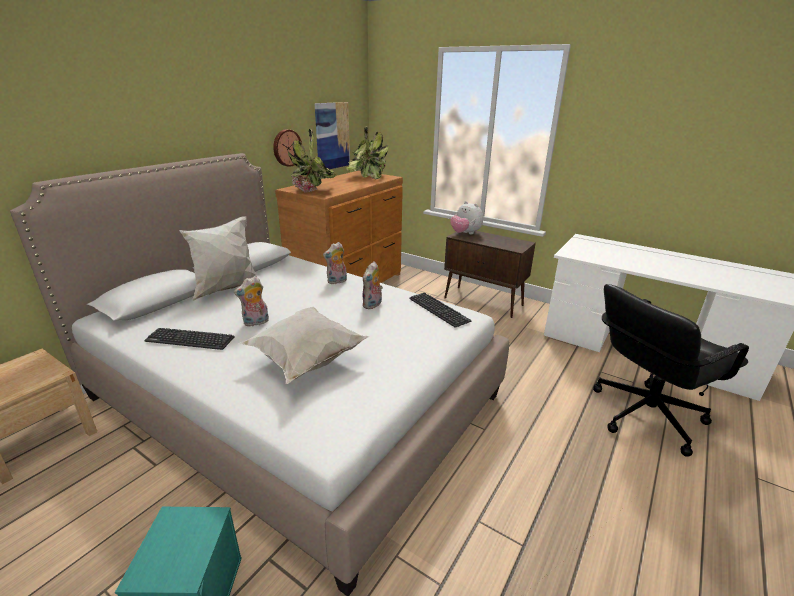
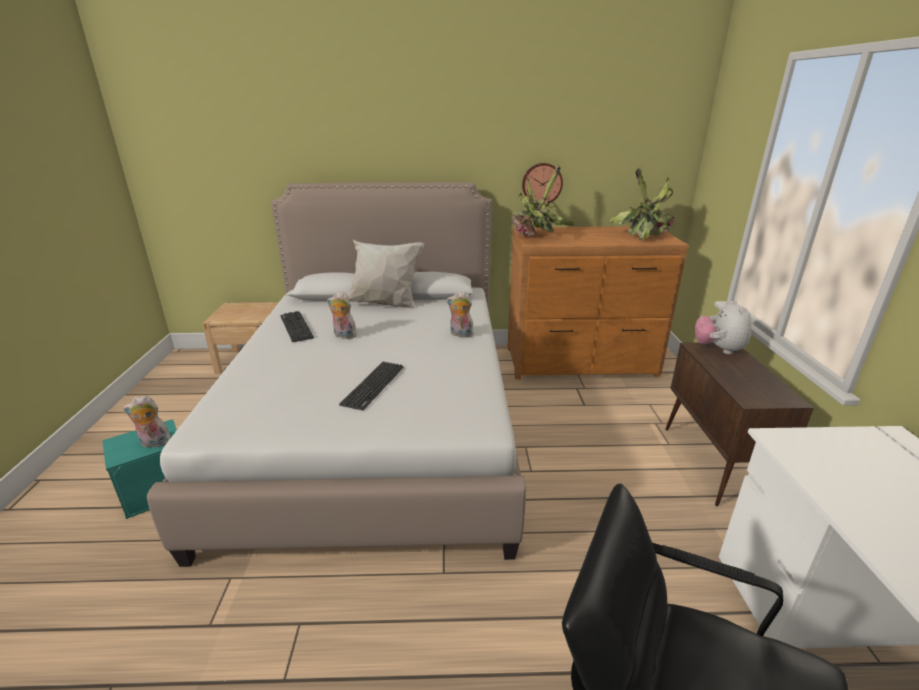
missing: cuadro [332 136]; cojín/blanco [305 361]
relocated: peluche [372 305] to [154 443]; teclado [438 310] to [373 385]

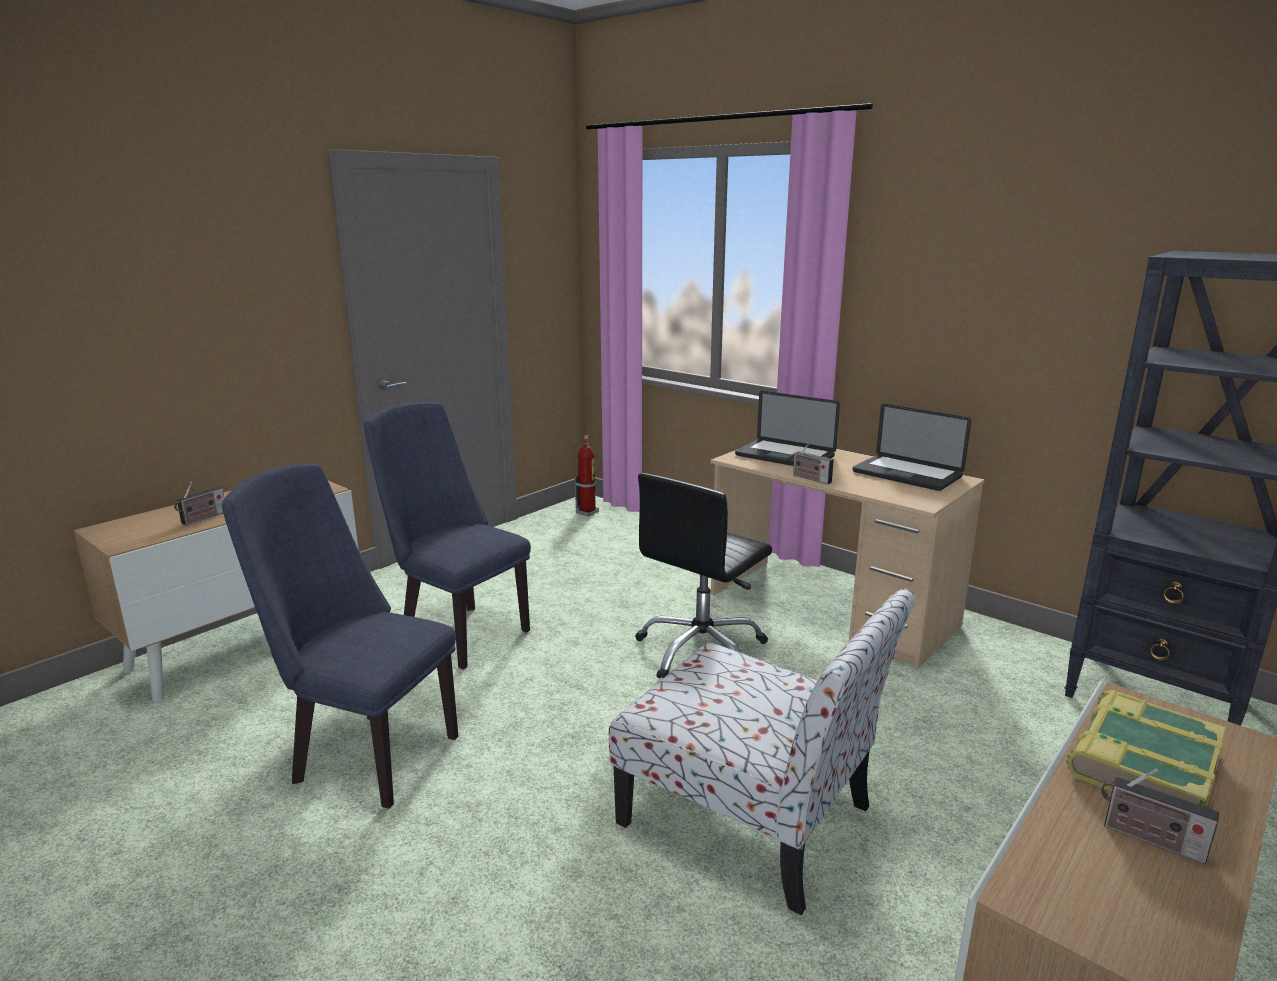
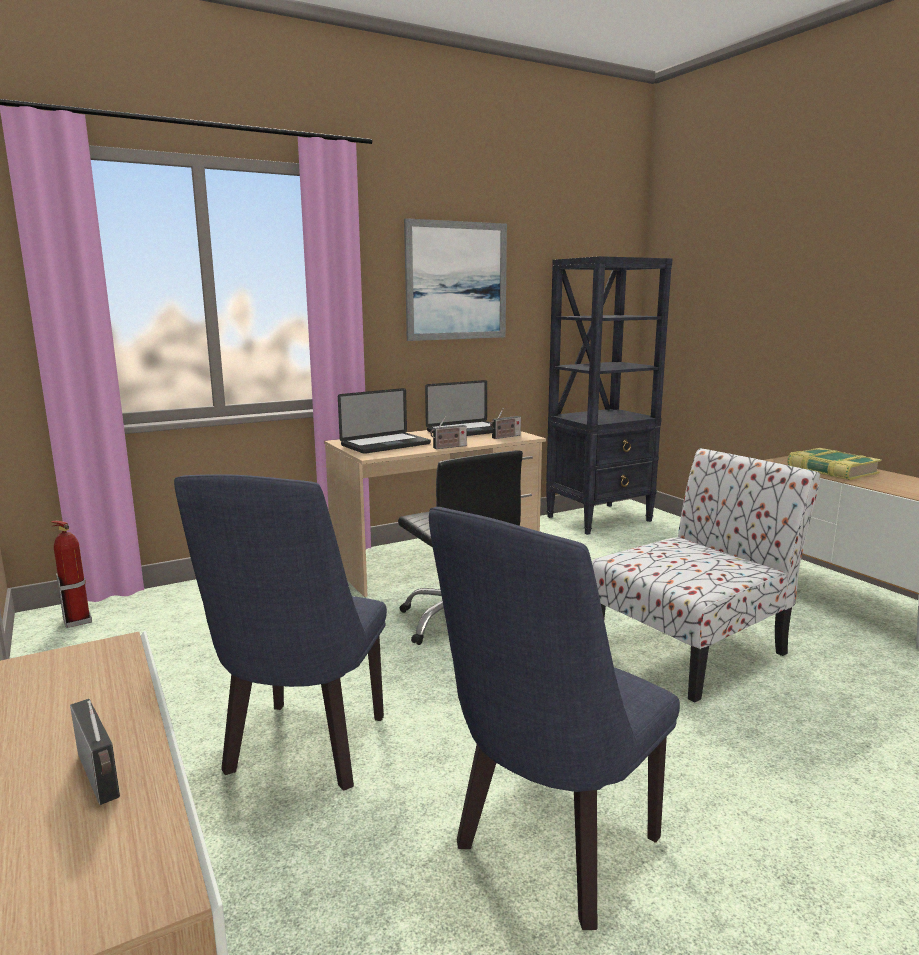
appeared: cuadro [456 281]
relocated: radio [1148 839] to [505 437]
spun: silla/azul [458 633] = [303 753] 45 degrees counterclockwise

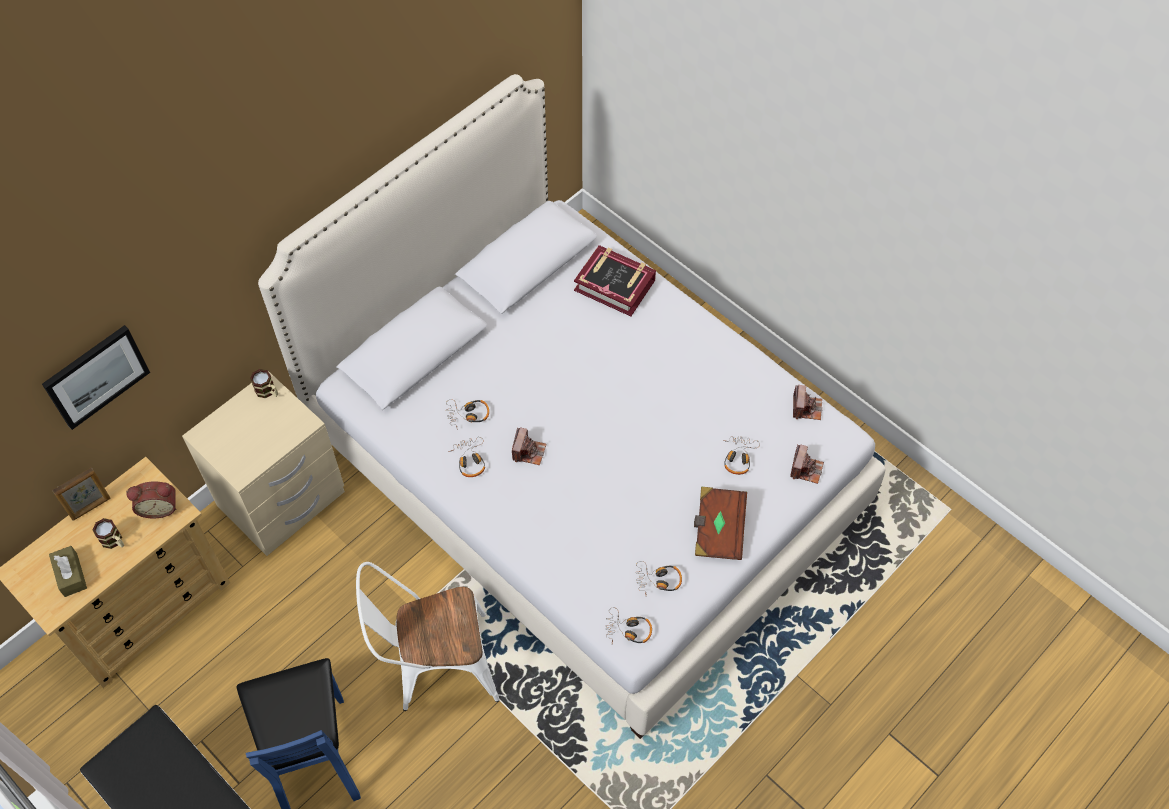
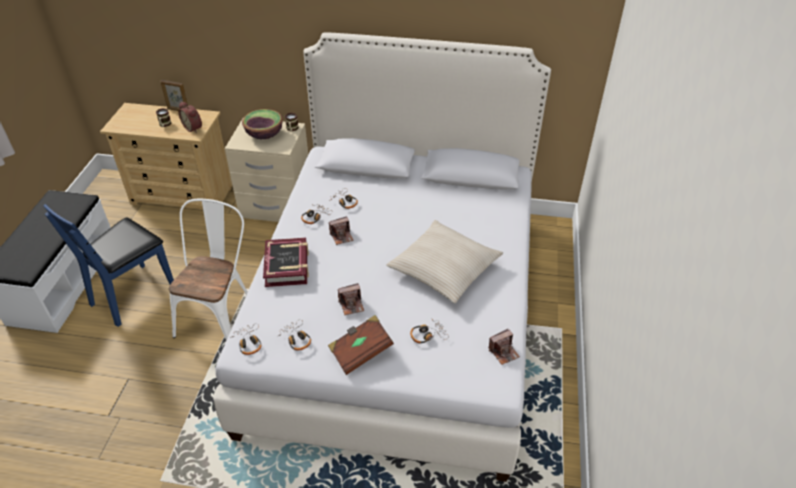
missing: cuadro [96 376]; caja de pañuelos/marrón [71 575]
appeared: cuenco [264 134]; cojín/beis [444 268]
relocated: libro [615 285] to [287 266]; cámara [806 469] to [351 305]
spun: silla/blanco [435 666] = [220 314] 60 degrees clockwise

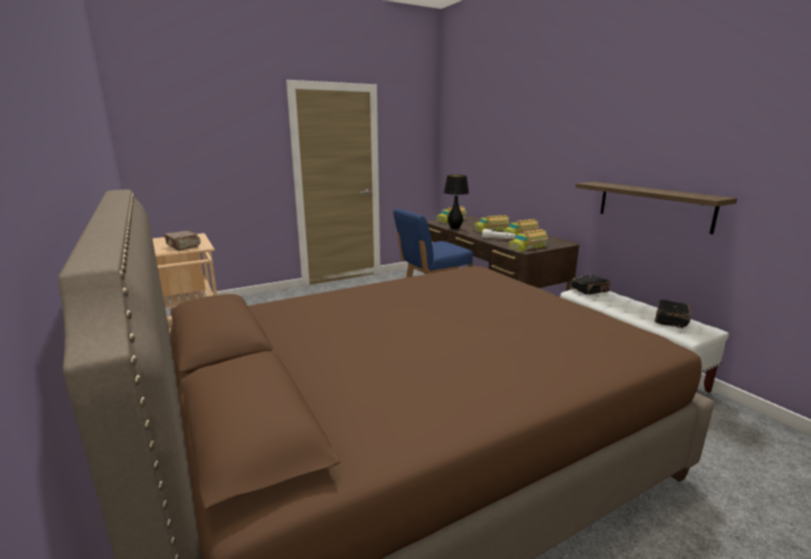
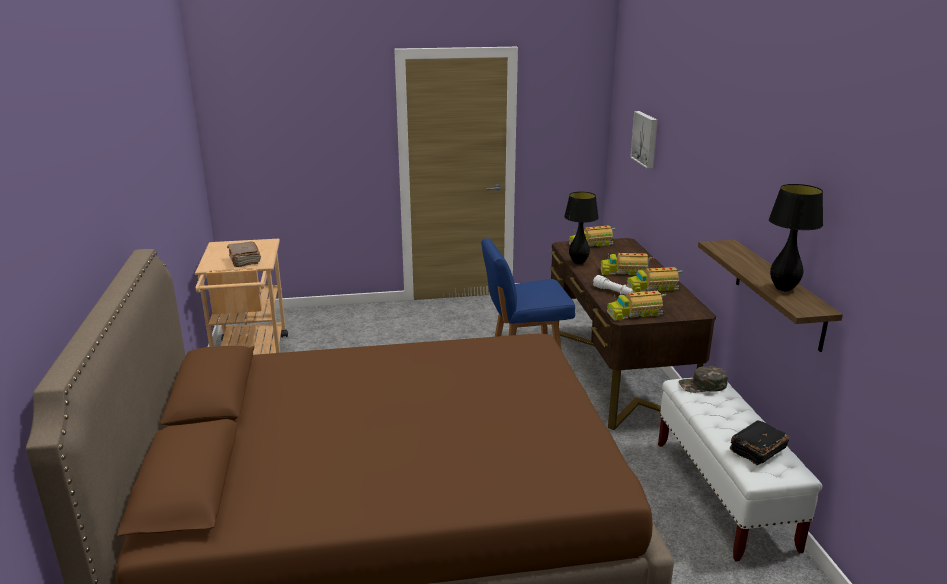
appeared: cuadro [646 139]; lámpara de mesa/negro [783 288]
exchanged: libro/negro [590 290] to gorra/verde [702 385]

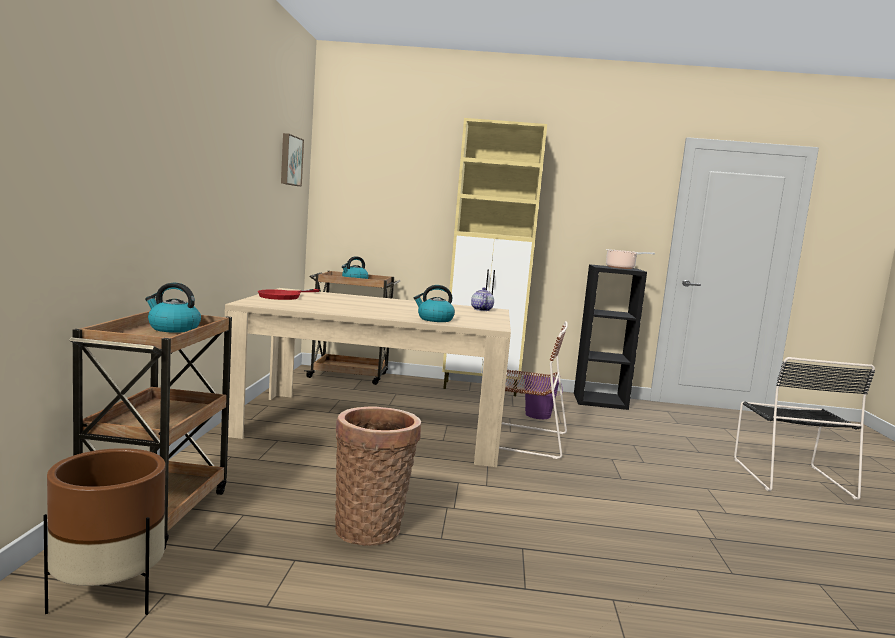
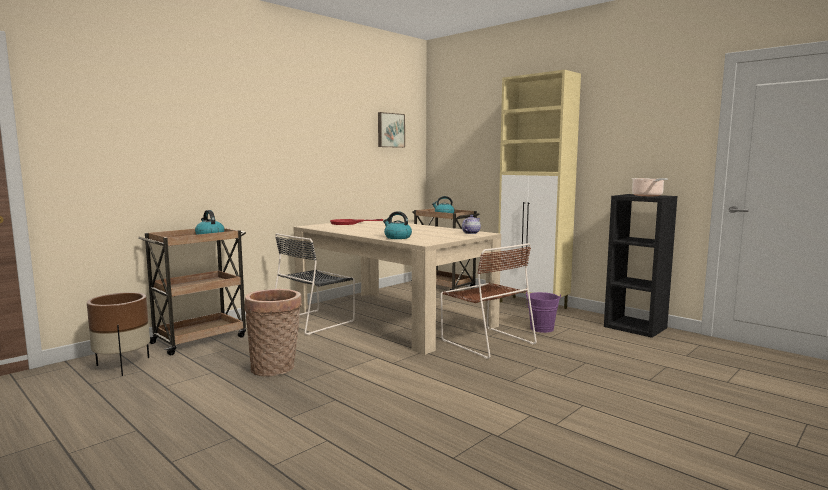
relocated: silla/negro [790 476] to [314 321]

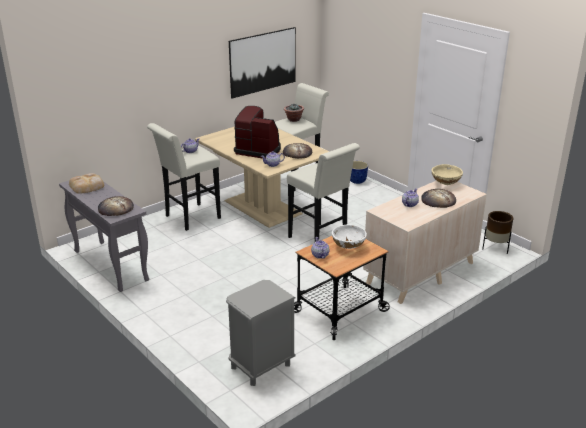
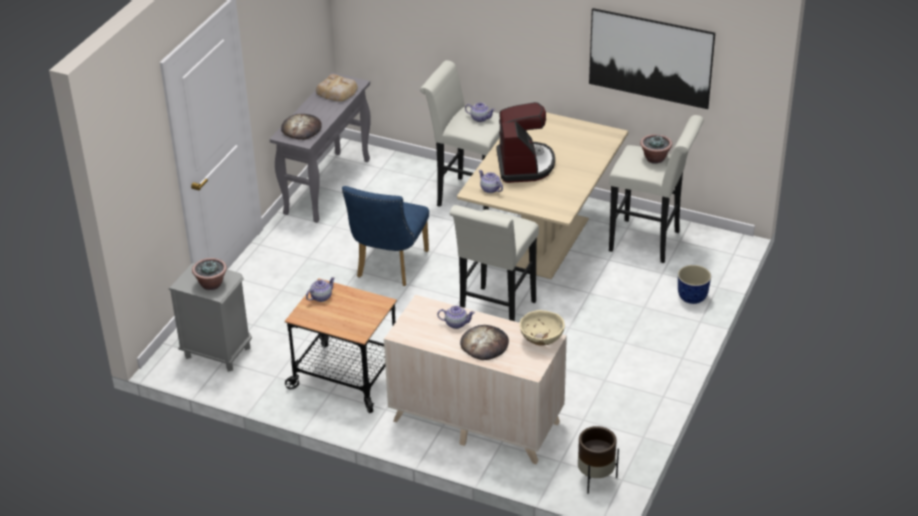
missing: pan [297 153]; cuenco/blanco [348 247]
appeared: silla/azul [389 267]; planta en maceta [211 284]

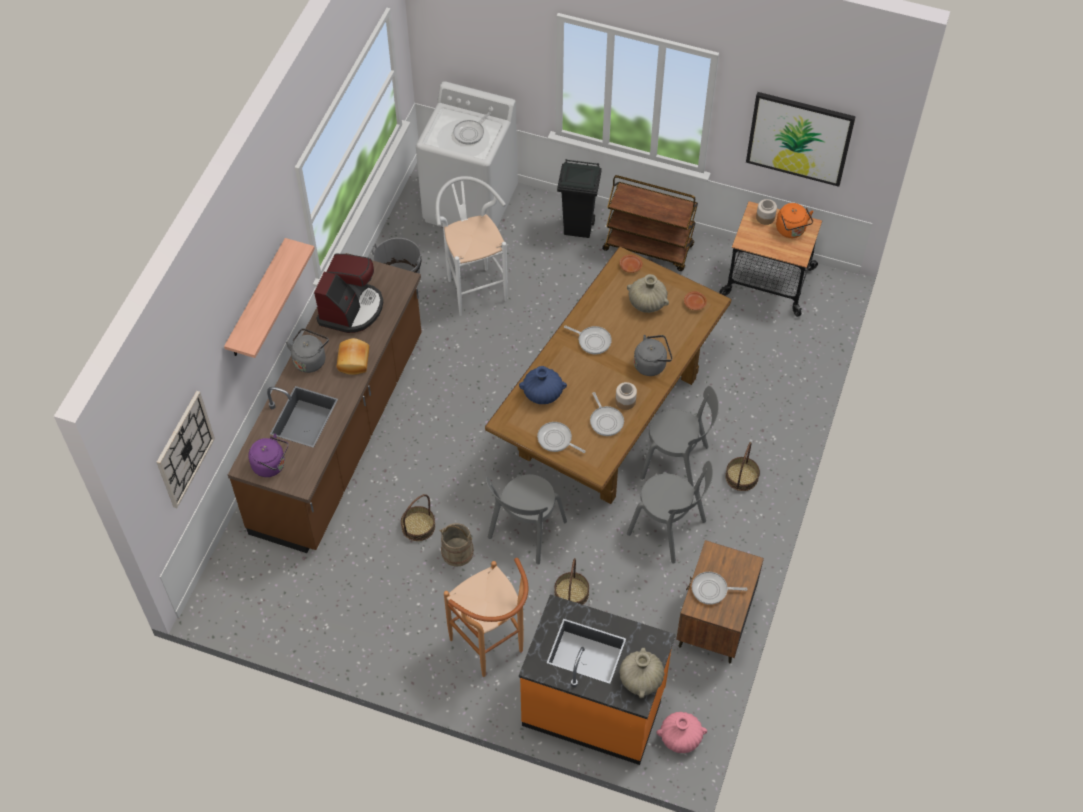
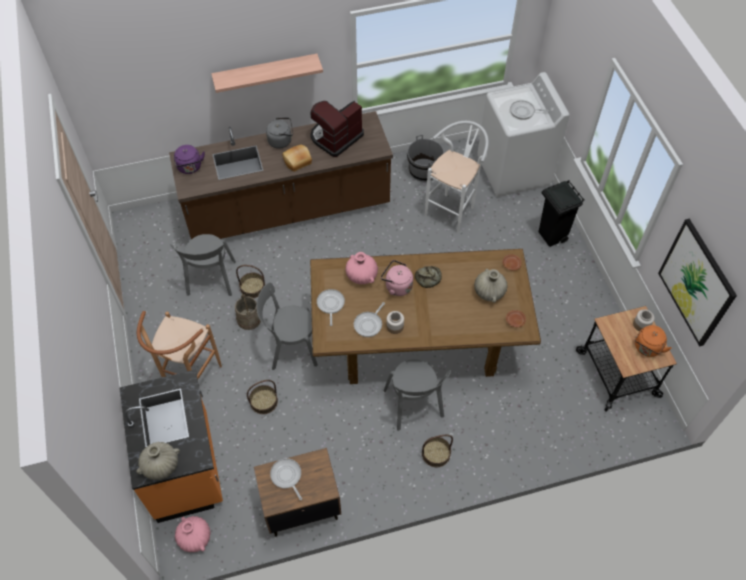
missing: carrito/marrón [649 248]; hervidor/gris [652 364]; reloj de pared [184 449]
appeared: hervidor/rosa [397 286]
relocated: silla/gris [669 529] to [211 280]
exchanged: sartén [592 341] to pan [428 278]
colour: florero/azul [542 393] to florero/rosa [361 275]
spun: cafetera [351 309] = [335 138] 150 degrees clockwise

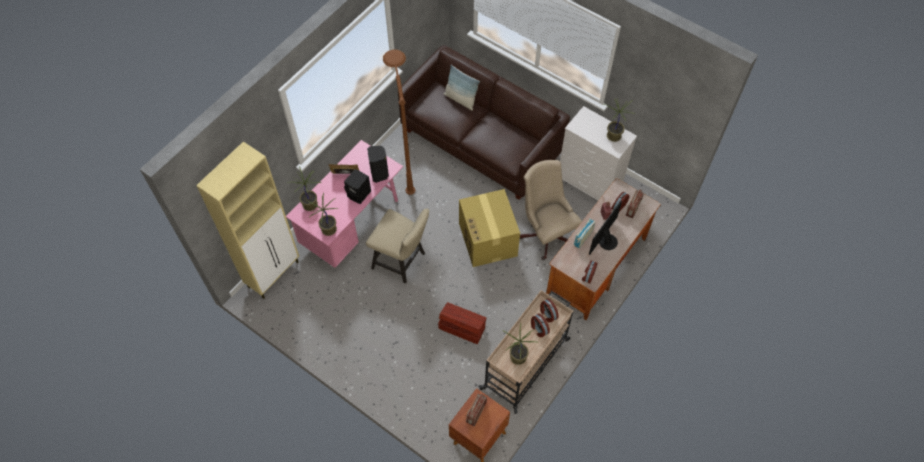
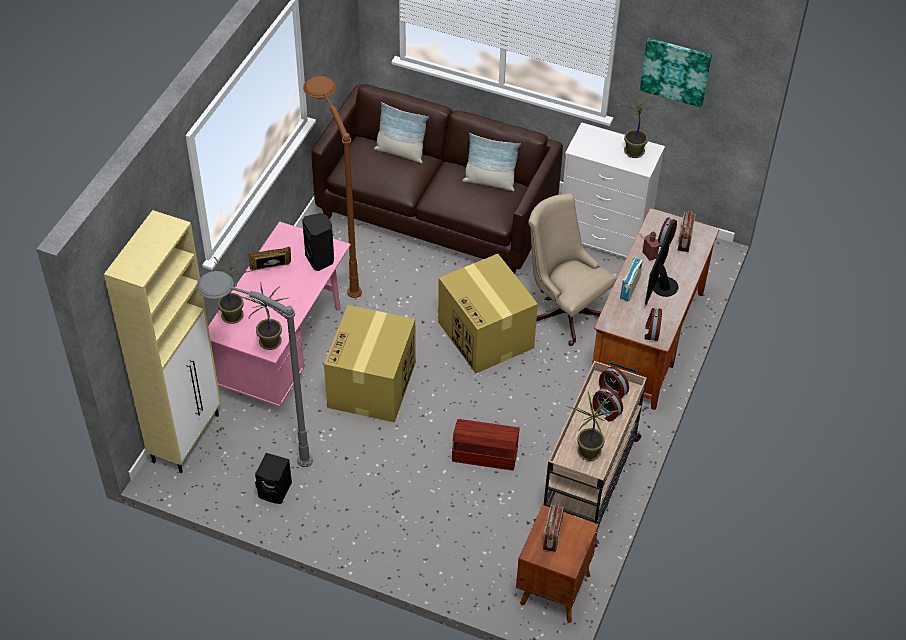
appeared: cuadro [675 71]; cojín [489 182]; lámpara de pie/gris [258 447]
relocated: altavoz/negro [359 194] to [276 490]
exchanged: silla/beis [402 262] to caja de cartón [372 386]

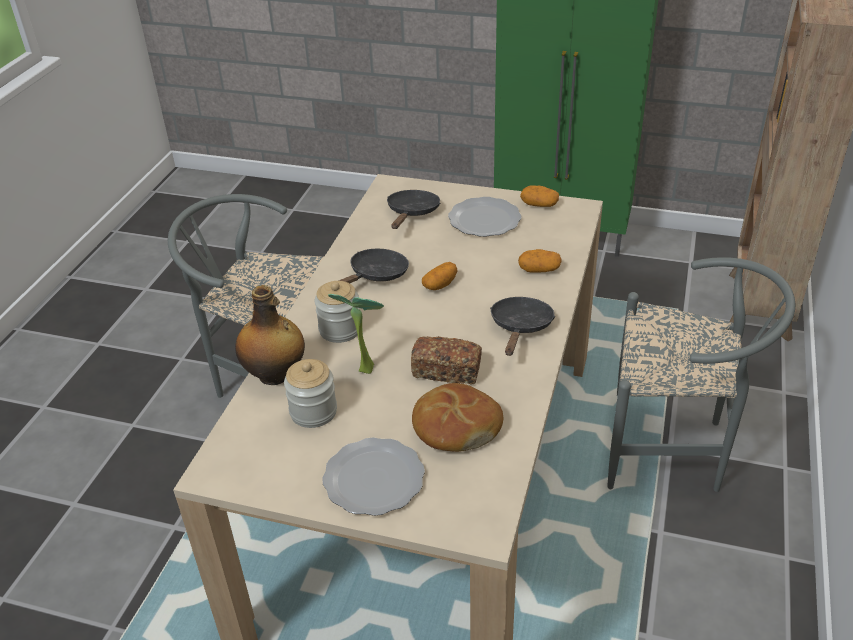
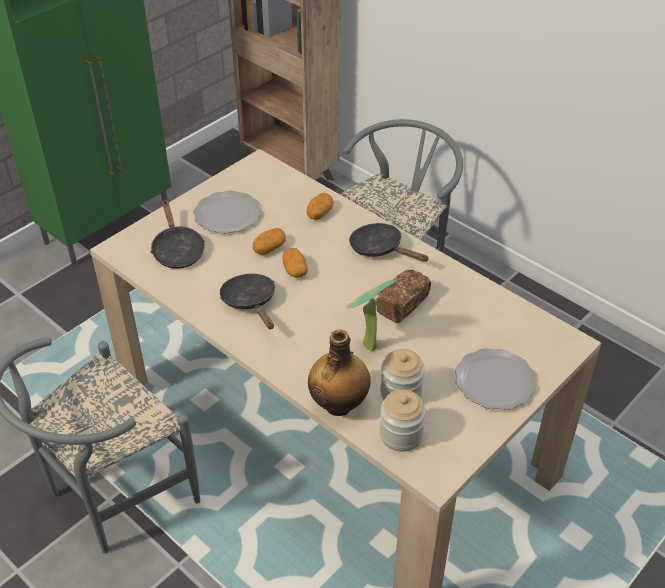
missing: pan [455 427]
relocated: patata [539 205] to [269 248]; tarro [340 329] to [401 435]
spun: sartén/negro [412 213] = [177 250] 150 degrees counterclockwise

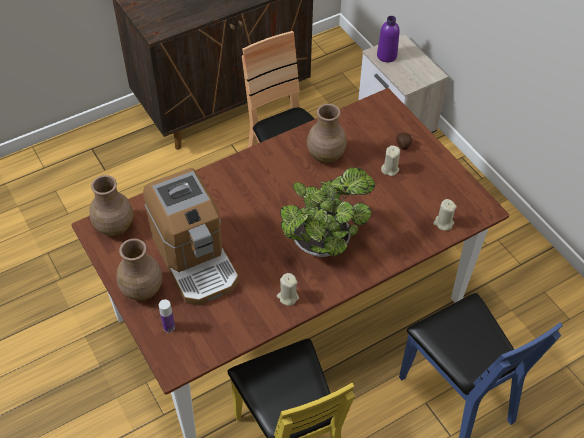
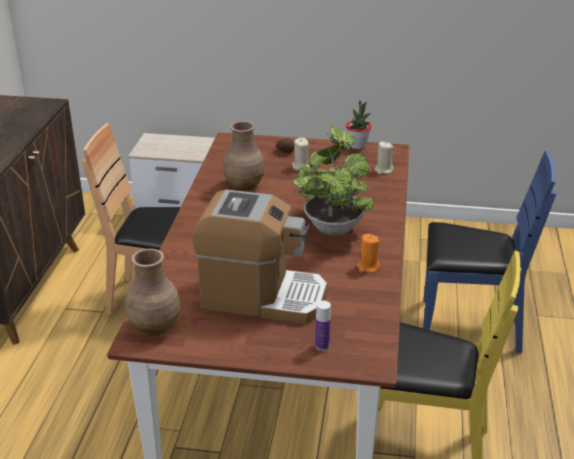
missing: botella/morado [386 56]; florero/marrón [142 290]
appeared: planta en maceta [357 145]
colour: vela/beis [287 297] to vela/naranja [368 267]

